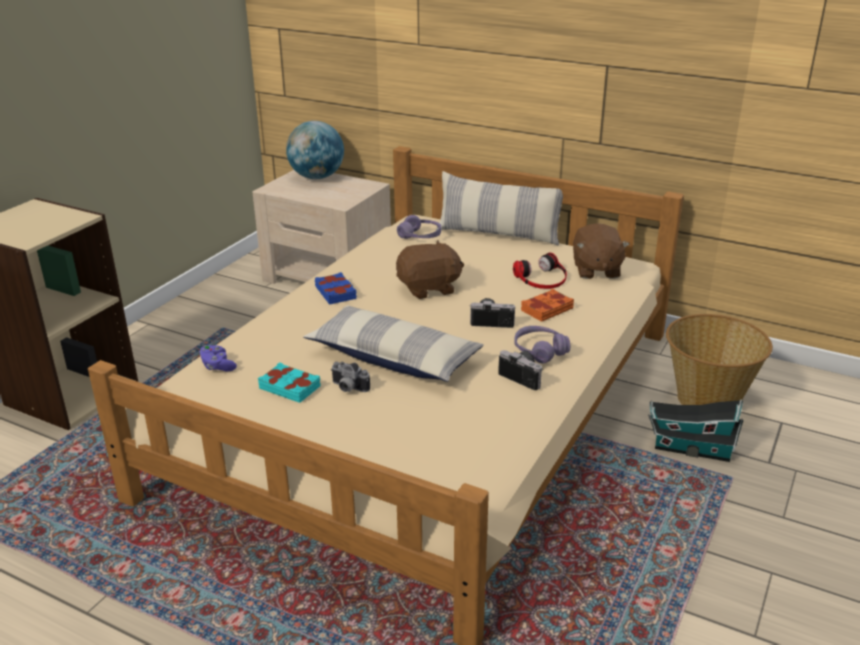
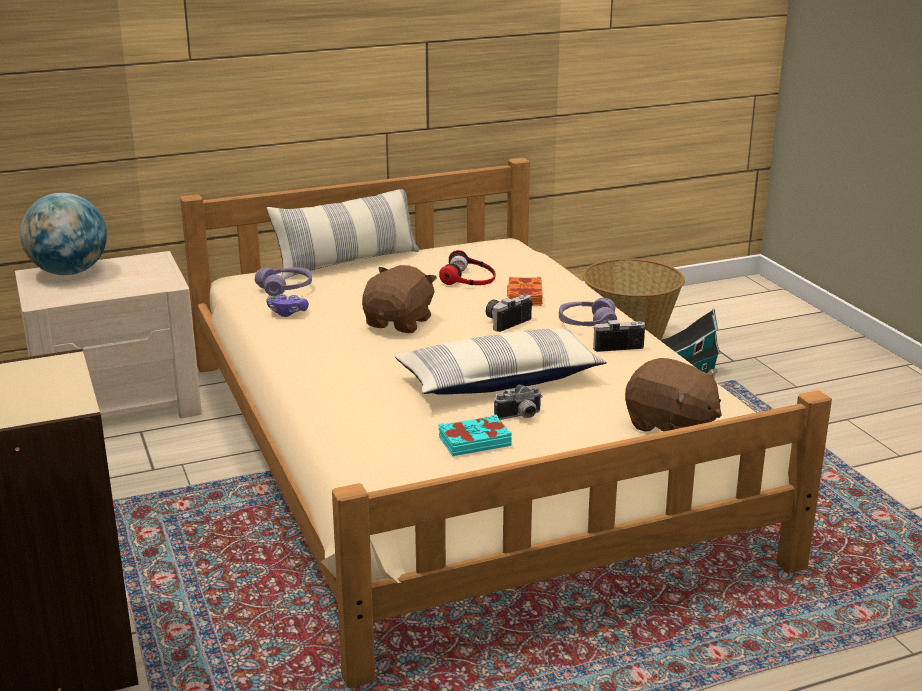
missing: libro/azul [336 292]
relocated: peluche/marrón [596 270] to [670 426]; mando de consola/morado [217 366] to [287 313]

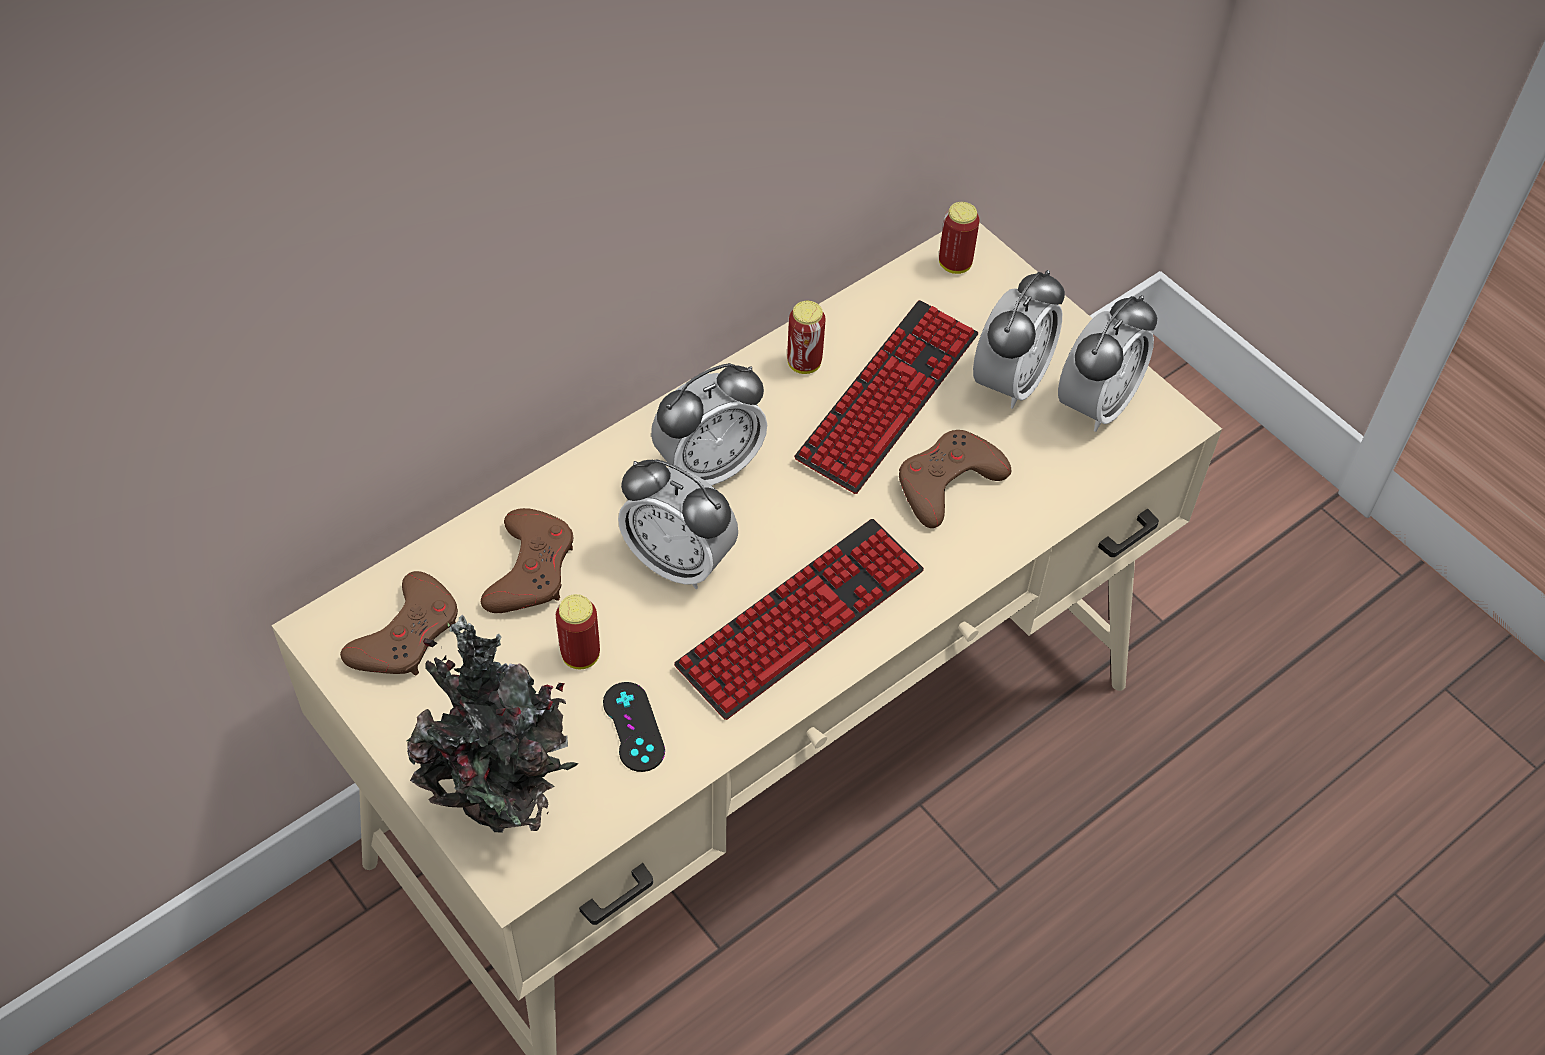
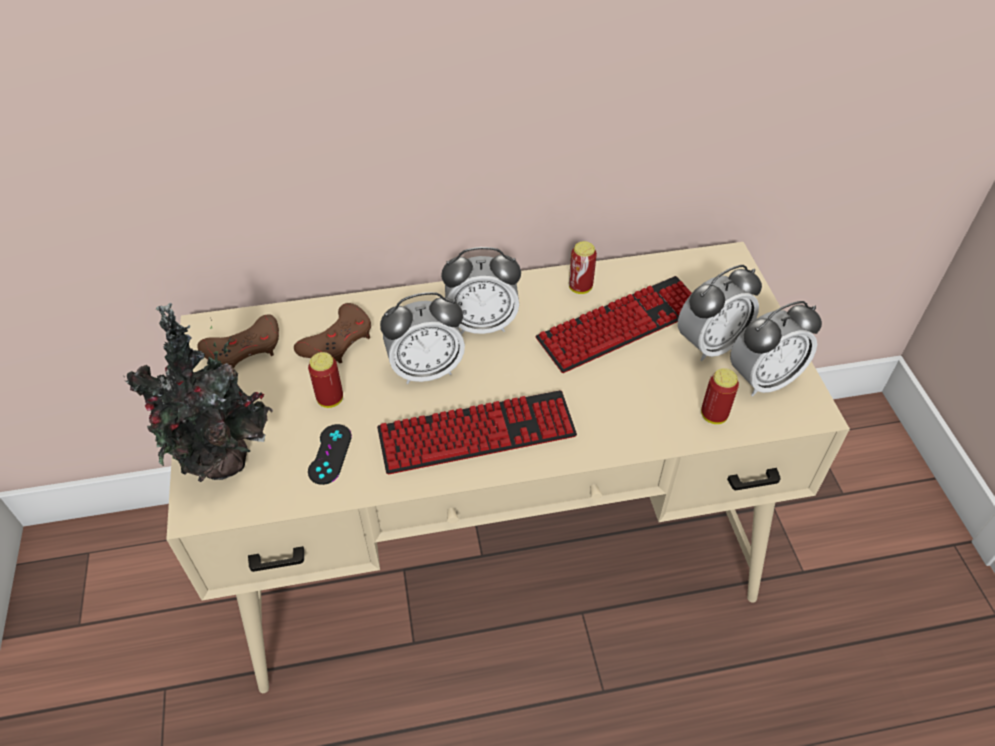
missing: mando de consola/marrón [947 483]
relocated: lata [954 264] to [713 415]
spun: despertador [679 561] = [426 369] 75 degrees counterclockwise

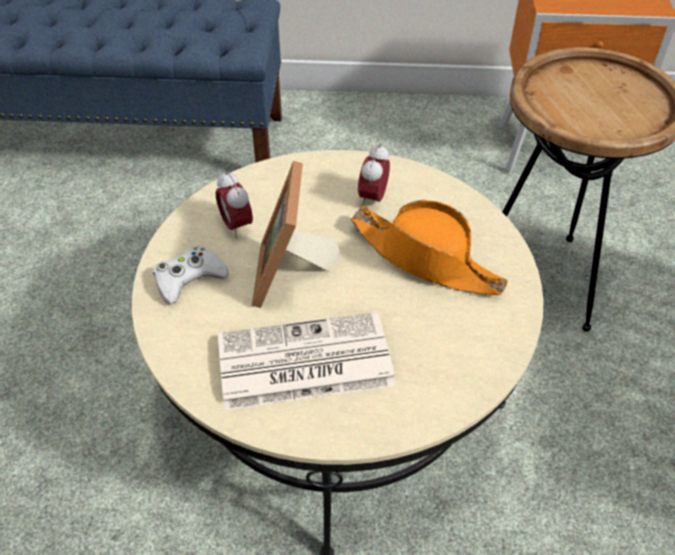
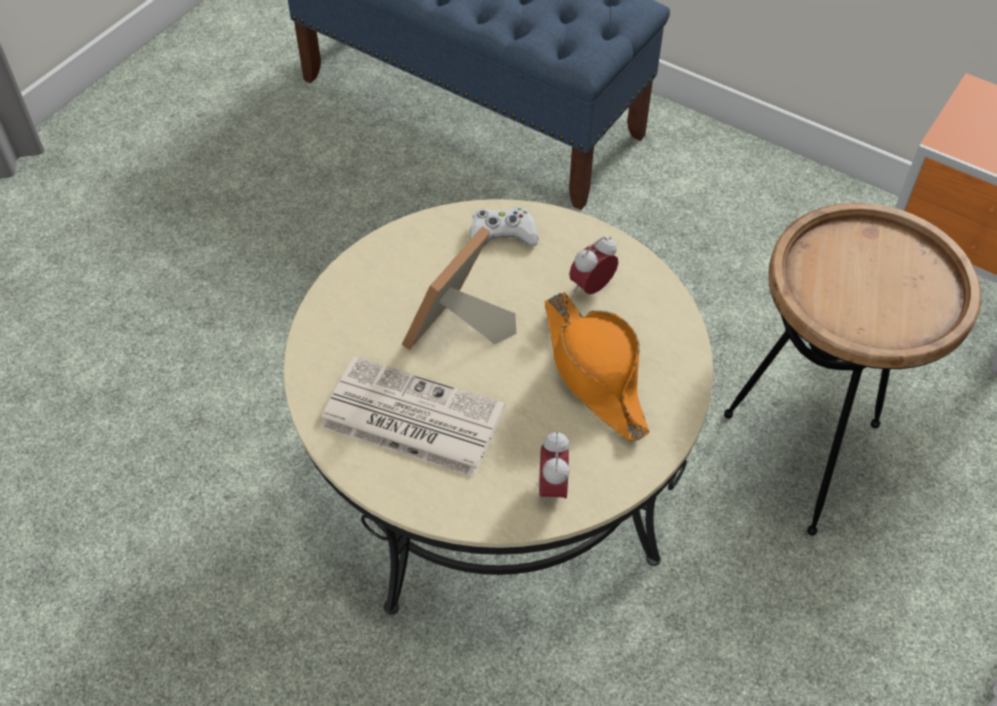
relocated: despertador [236 225] to [552 488]; mando de consola/blanco [189 278] to [502 234]

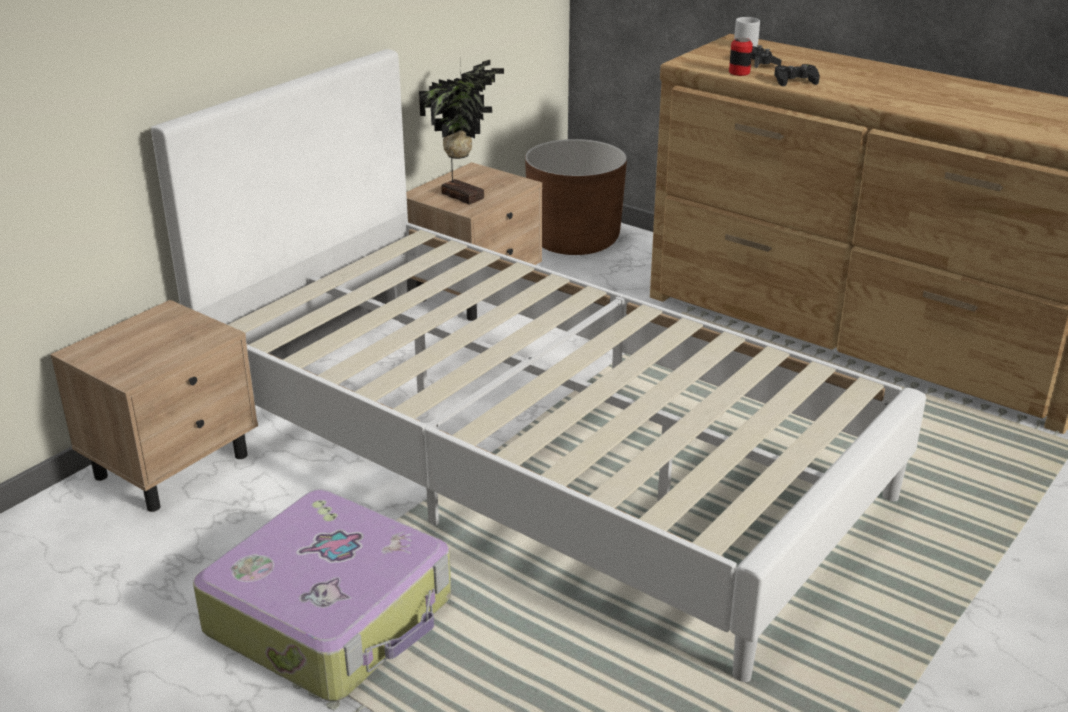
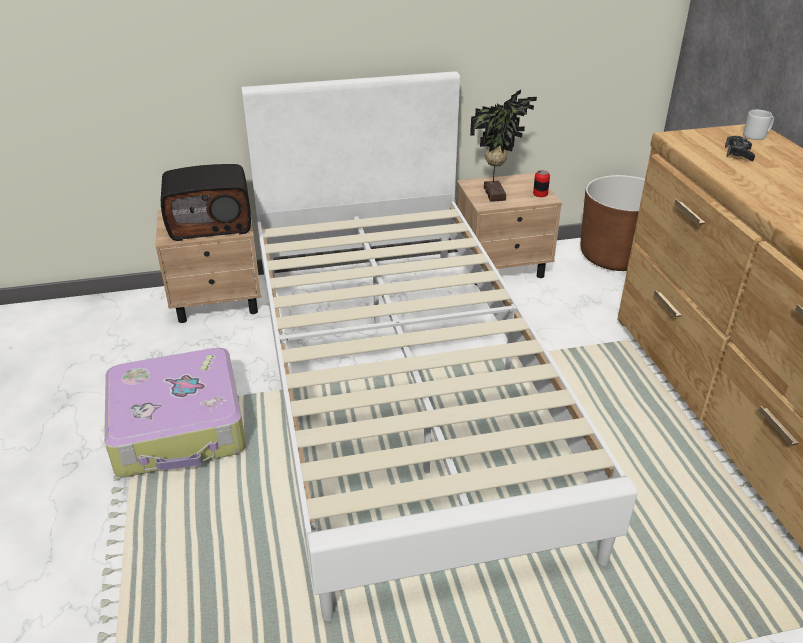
missing: mando de consola/negro [795 81]
appeared: radio [210 223]
relocated: lata [739 72] to [540 194]

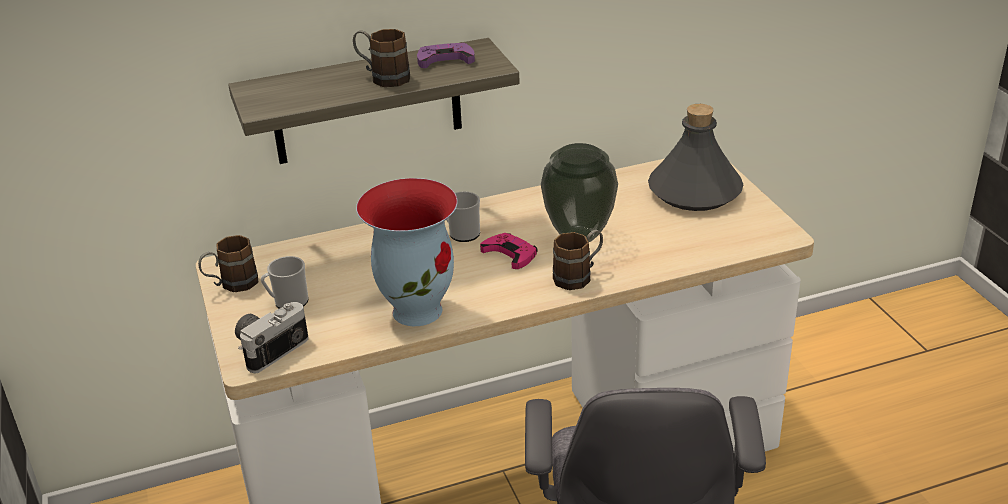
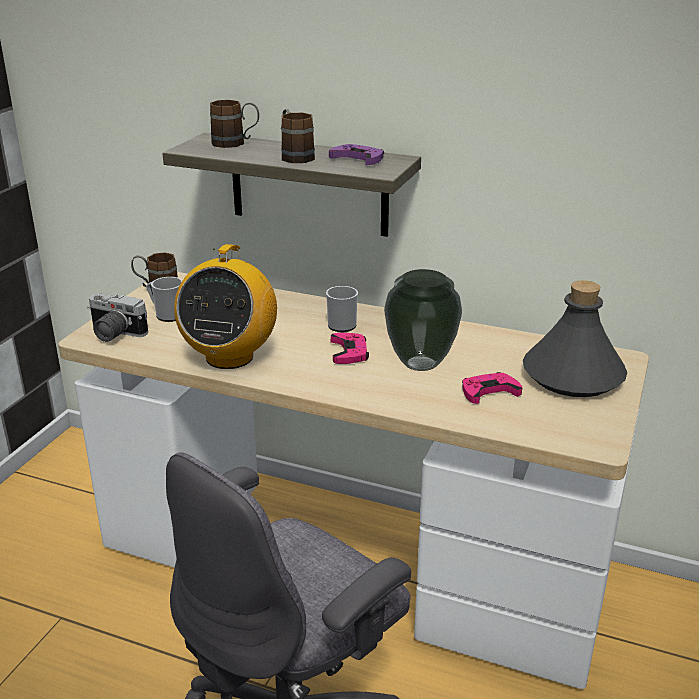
appeared: mando de consola/rosa [489 392]
relocated: taza grande/marrón [579 276] to [235 143]
exchanged: florero [418 310] to radio [229 356]
spun: cámara [269 347] = [113 334] 150 degrees counterclockwise

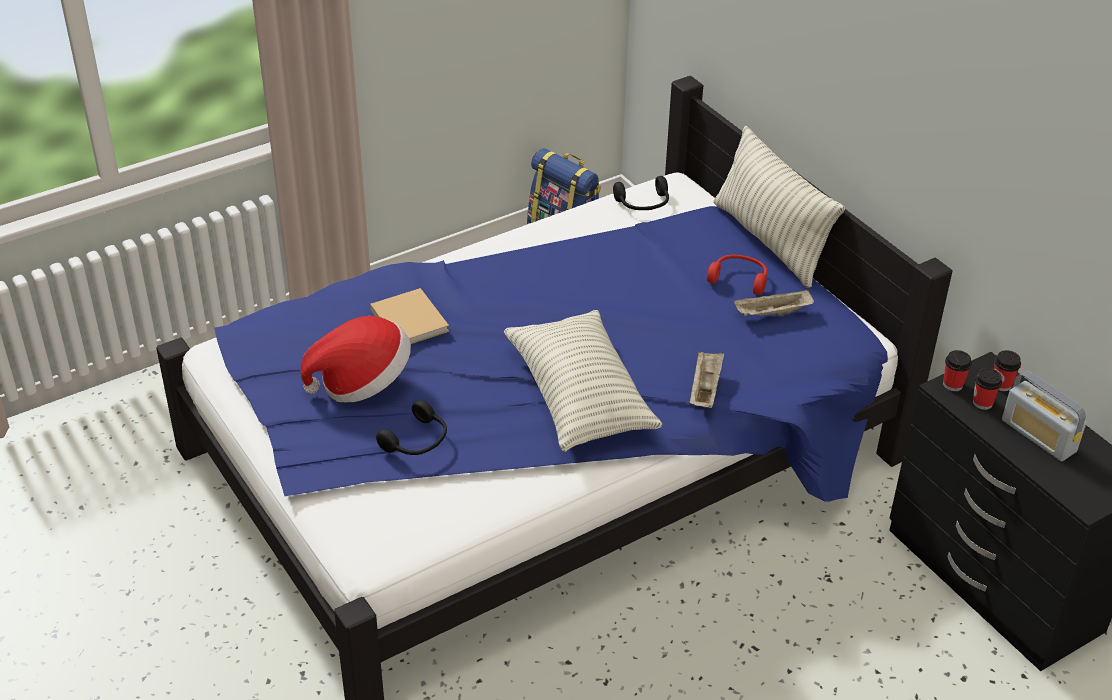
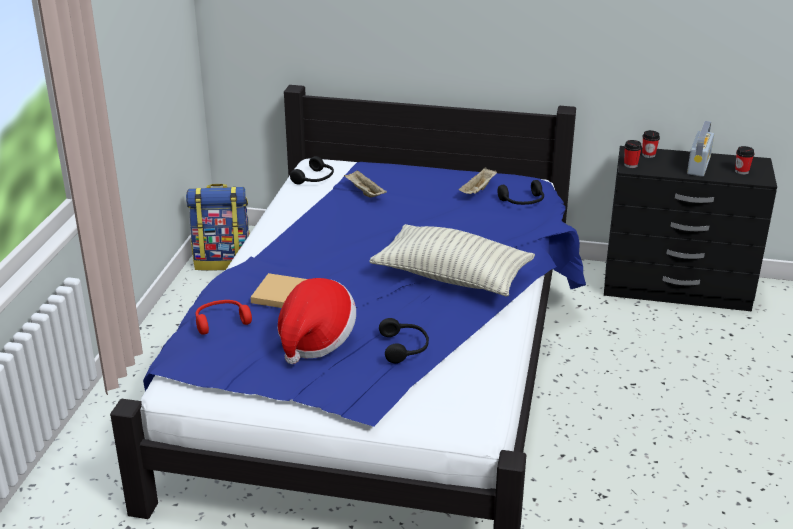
missing: cojín [770 241]
appeared: auriculares/negro [523 202]
relocated: auriculares/rojo [739 279] to [221 321]; bandeja/beis [705 389] to [364 192]; taza [982 403] to [741 171]
spun: radio [1038 436] = [698 165] 75 degrees counterclockwise

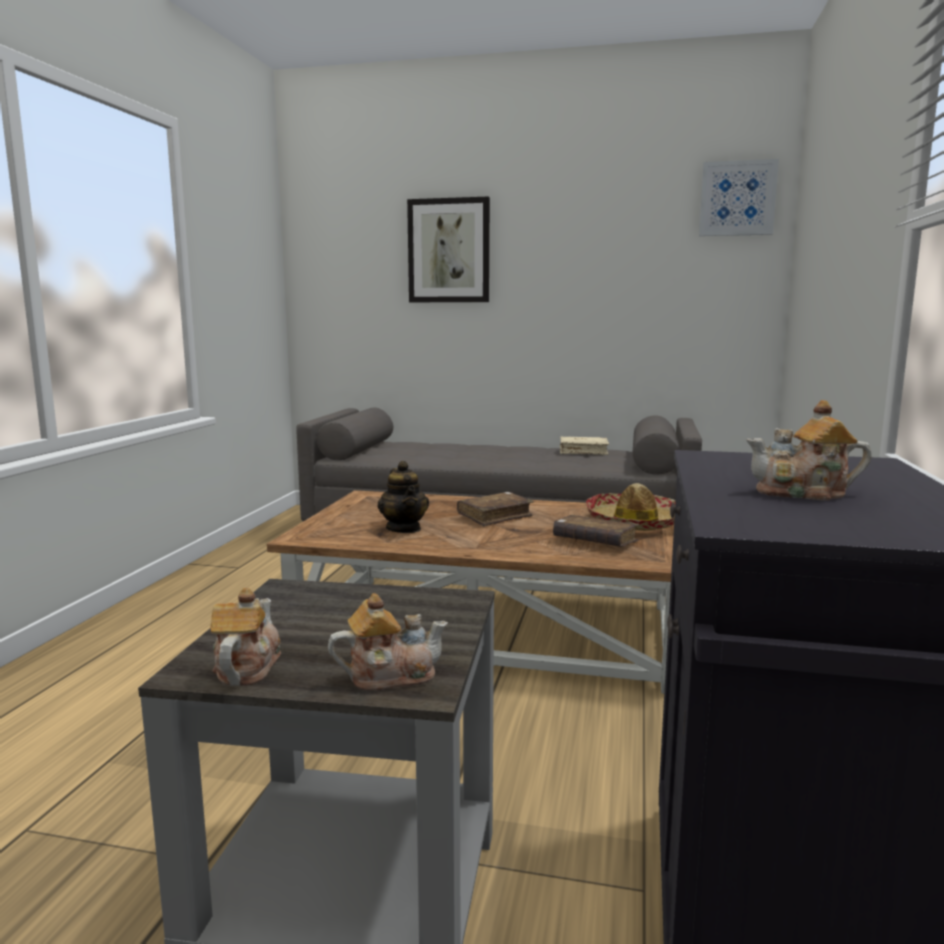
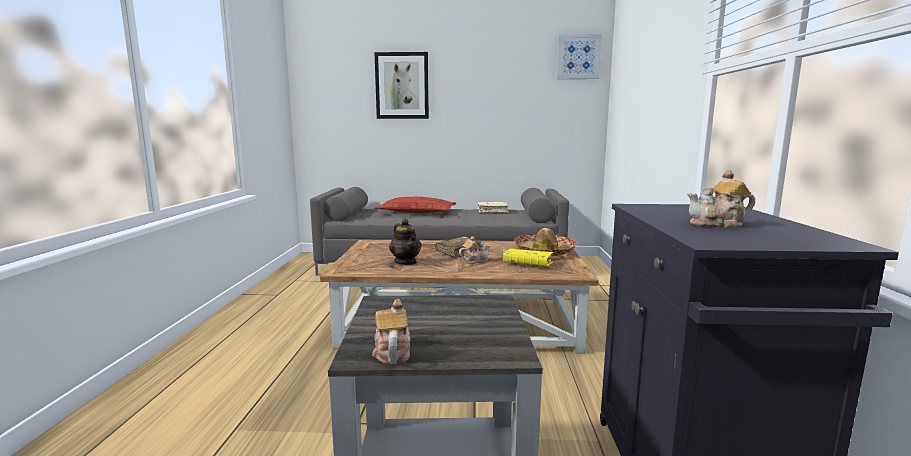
appeared: cojín [417 212]
relocated: tetera [389 676] to [474 261]
colour: libro/marrón [595 542] to libro/amarillo [527 264]

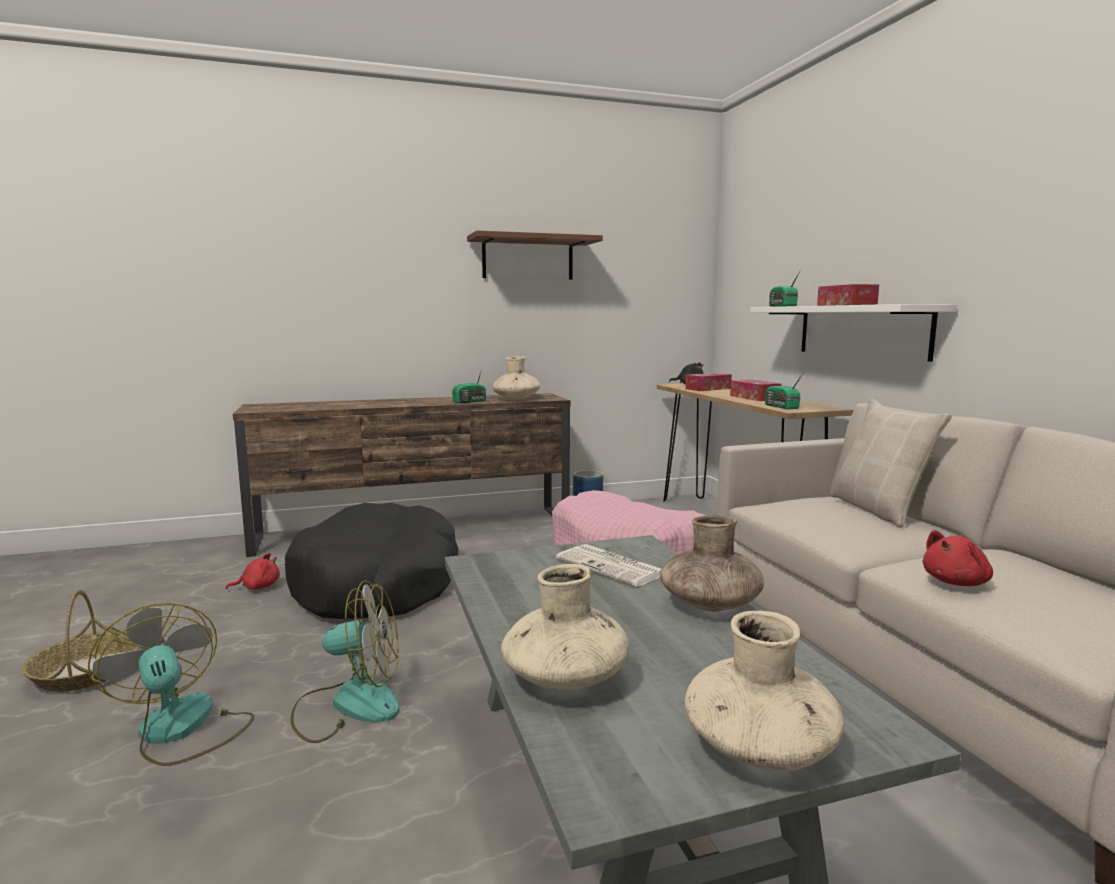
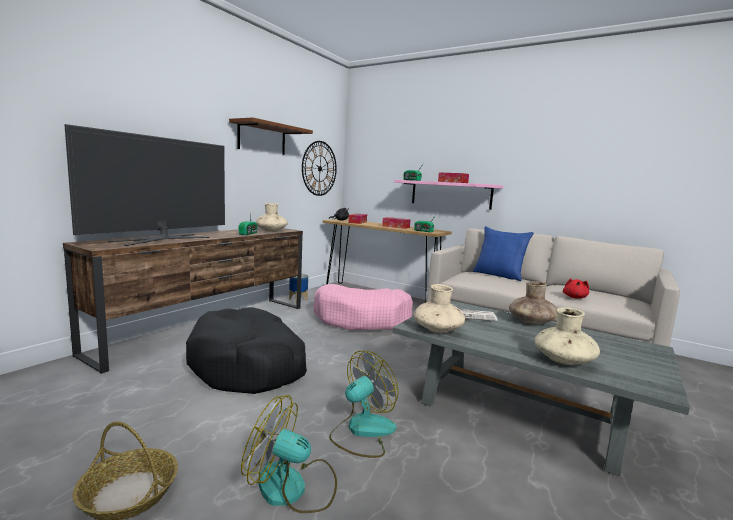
missing: peluche/rojo [258 587]
appeared: televisor [162 239]; reloj de pared [319 168]
relocated: florero/beis [760 748] to [438 329]
colour: estante/blanco [861 331] to estante/rosa [450 194]; cojín/beis [879 510] to cojín/azul [499 275]

